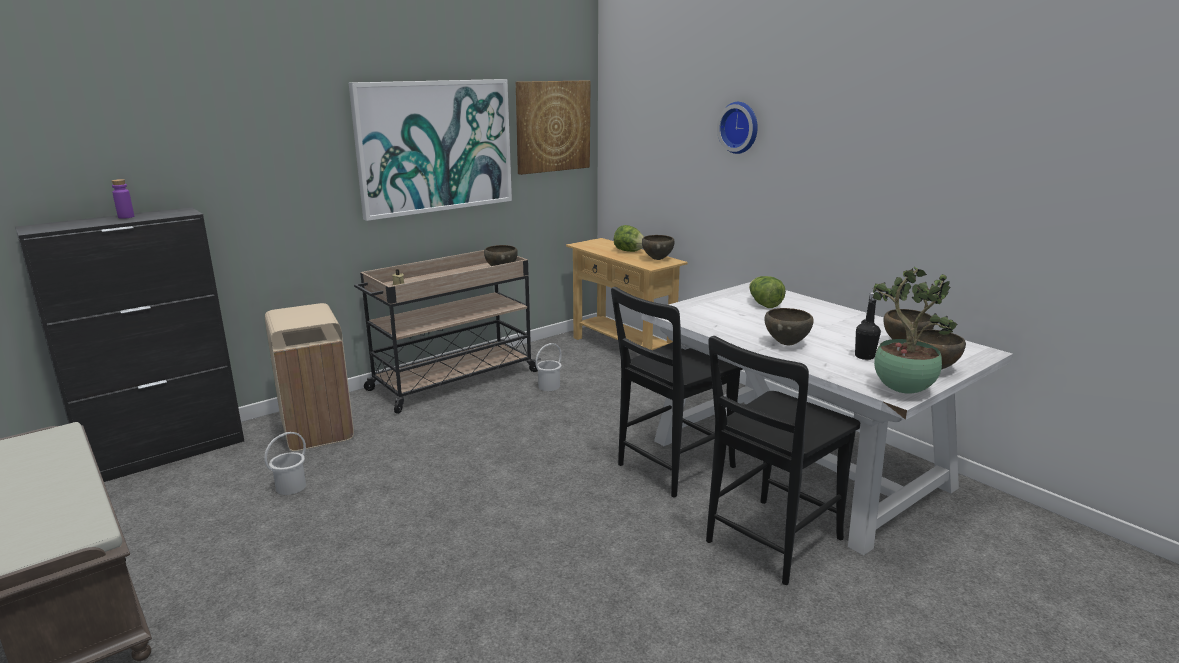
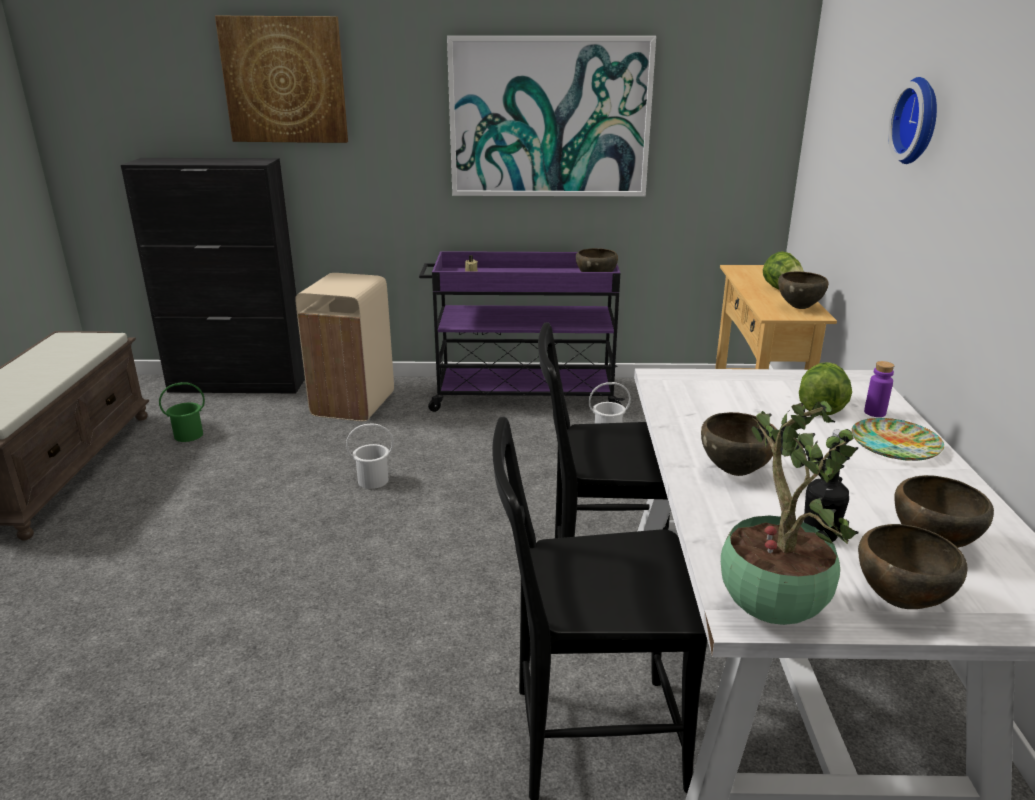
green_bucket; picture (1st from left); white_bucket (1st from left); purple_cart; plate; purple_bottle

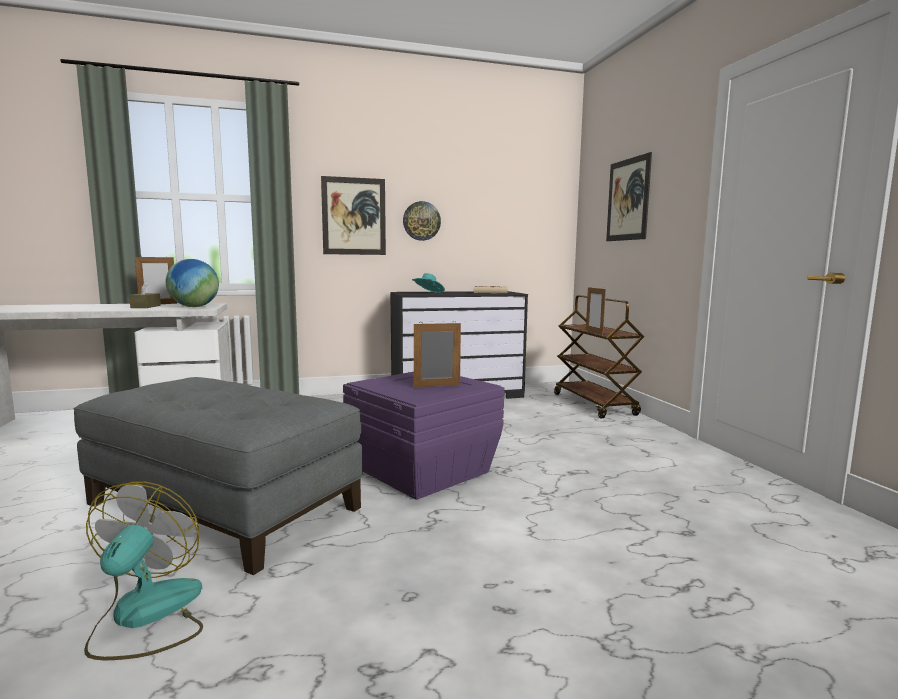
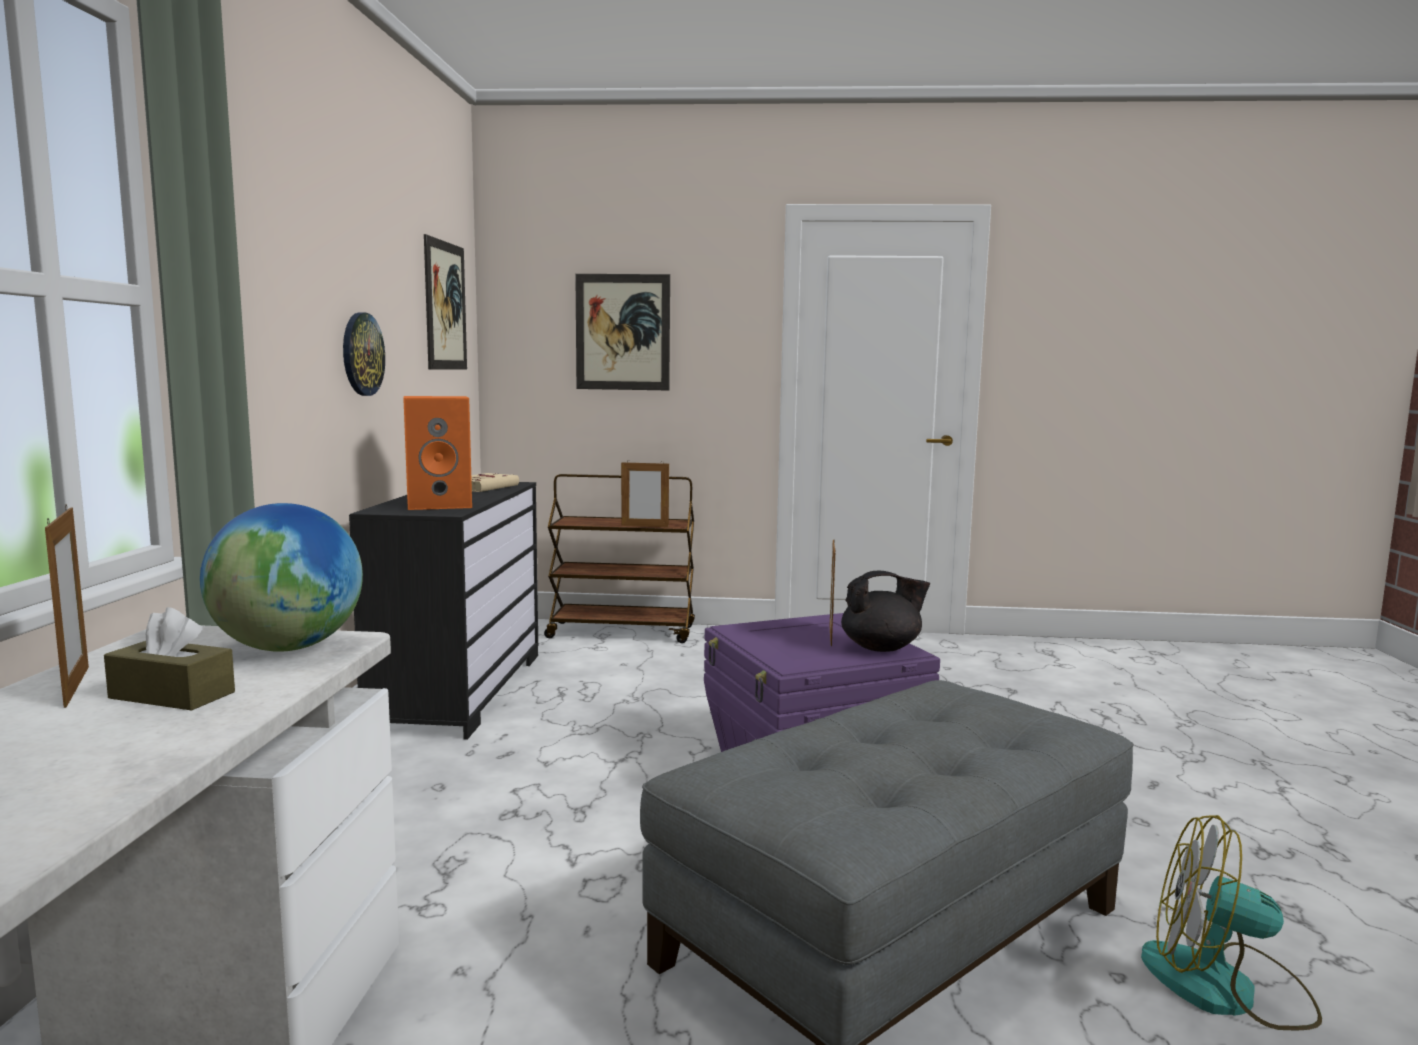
orange_speaker; picture (1st from left); black_teapot

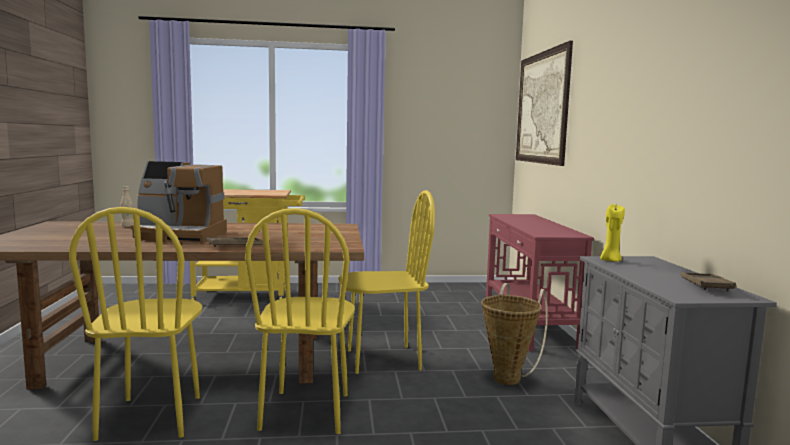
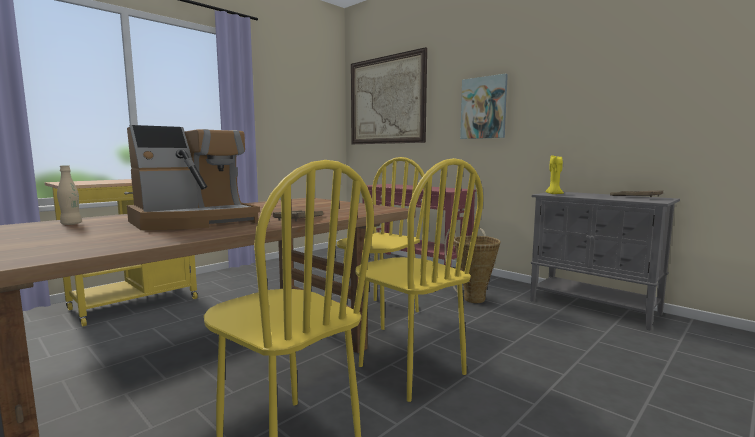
picture (2nd from left)

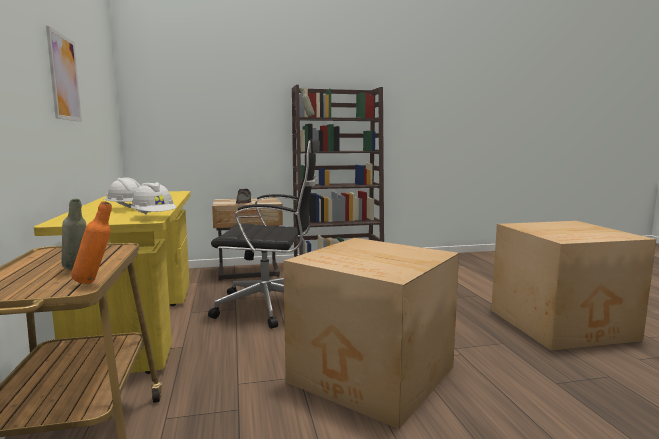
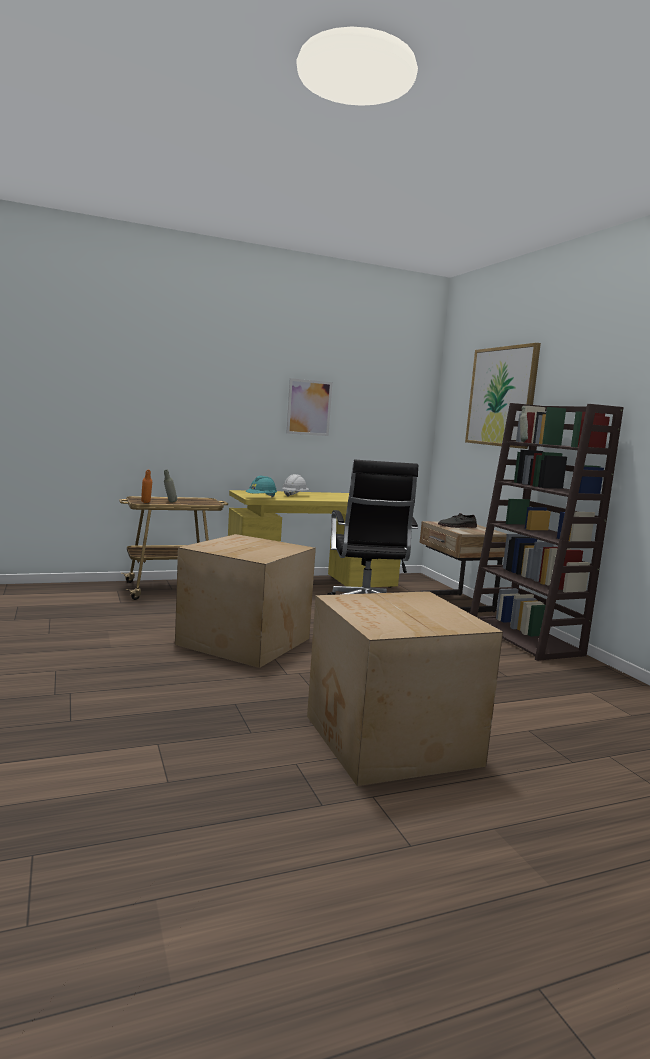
turquoise_hard_hat; picture (2nd from left)

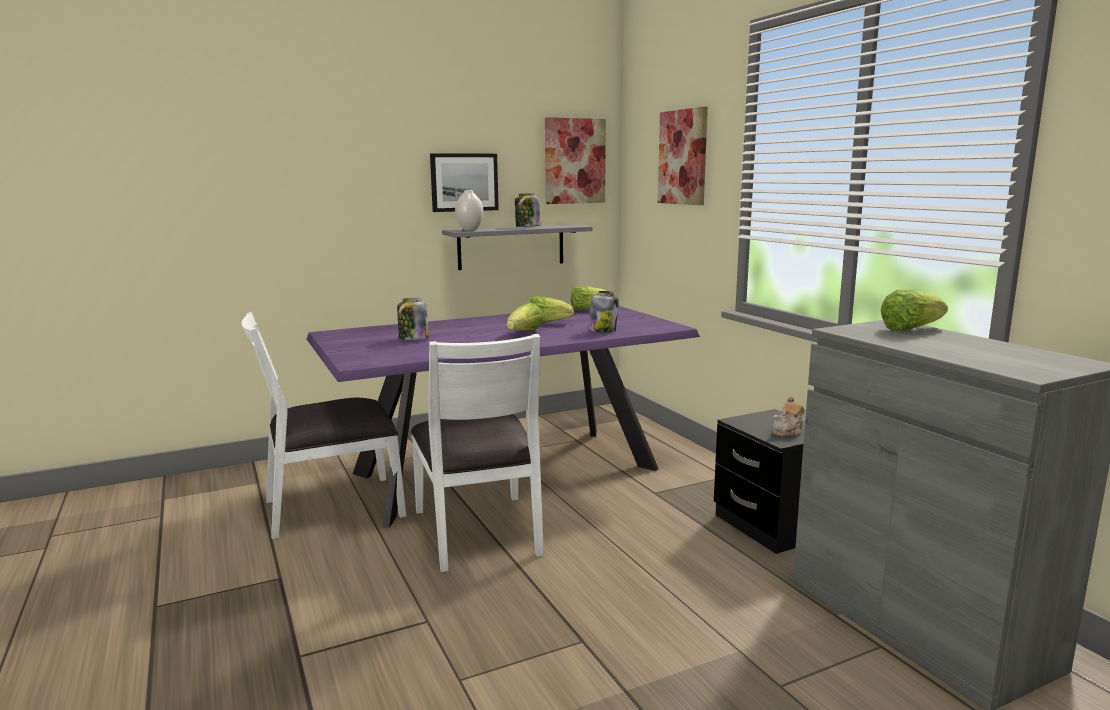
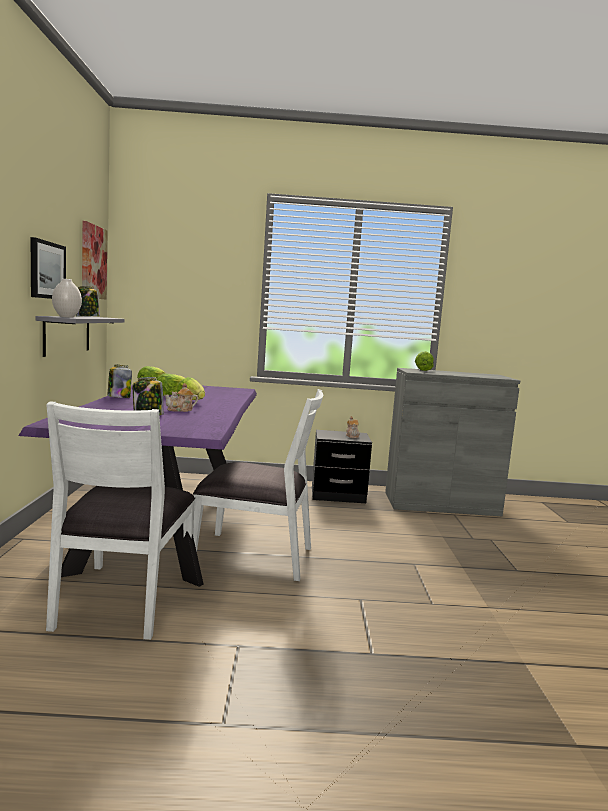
jar (2nd from left); teapot (1st from left); picture (3rd from left in the first image)

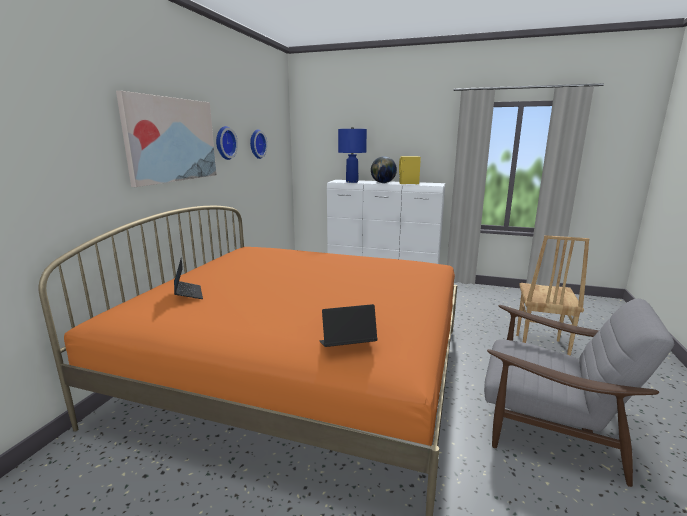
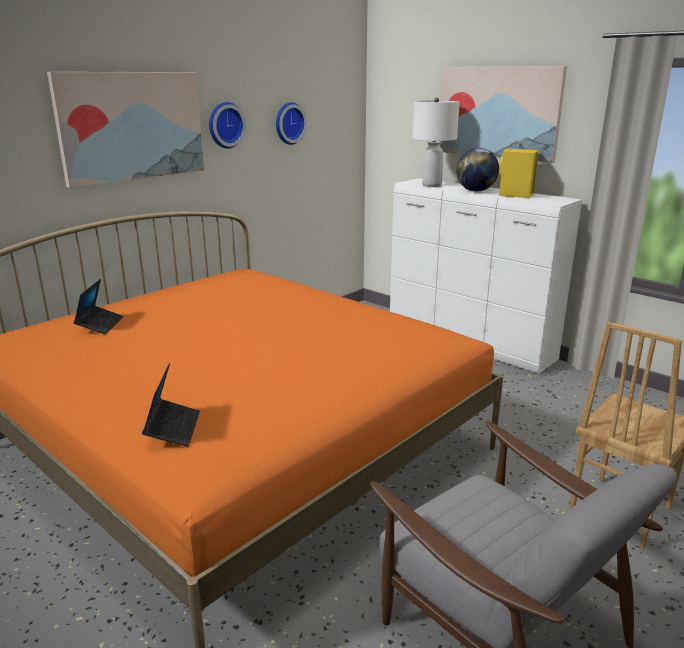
laptop (2nd from left); white_table_lamp; picture (2nd from left)

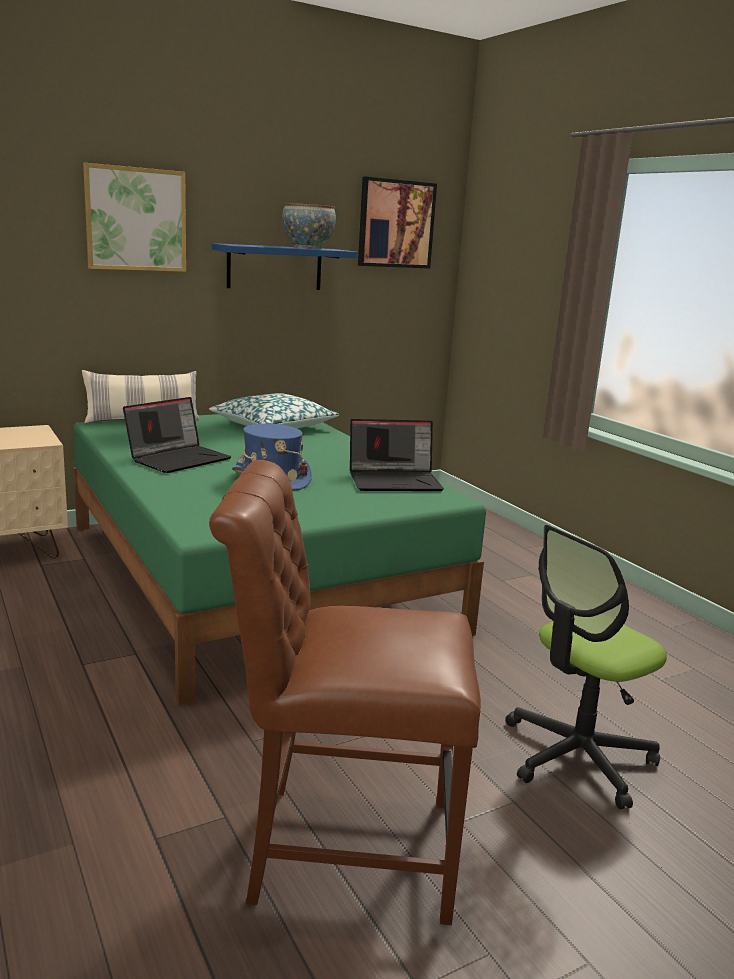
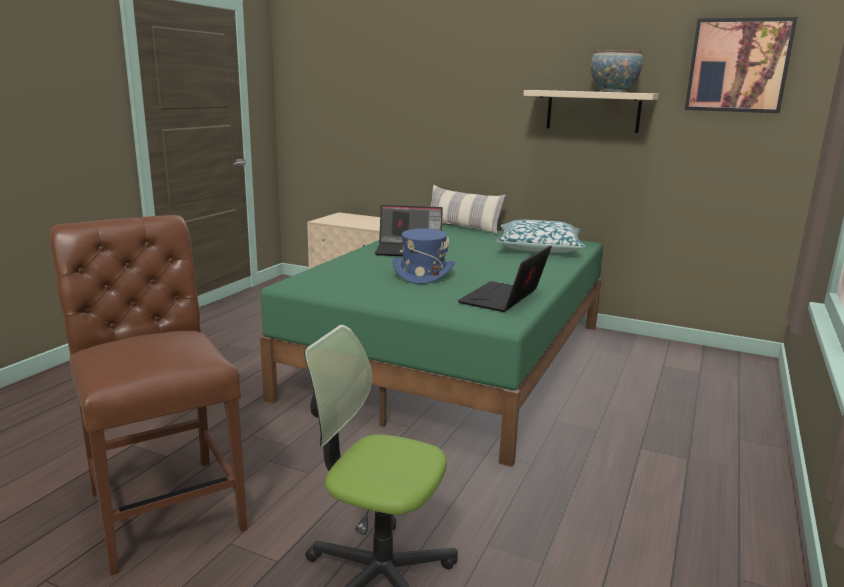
laptop (2nd from left); beige_shelf; picture (1st from left in the first image)

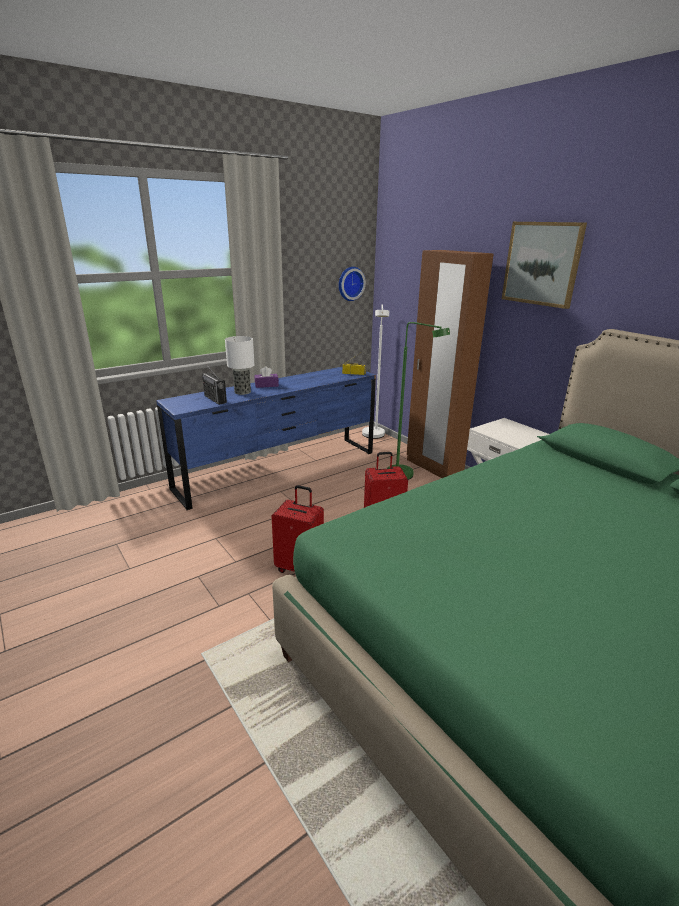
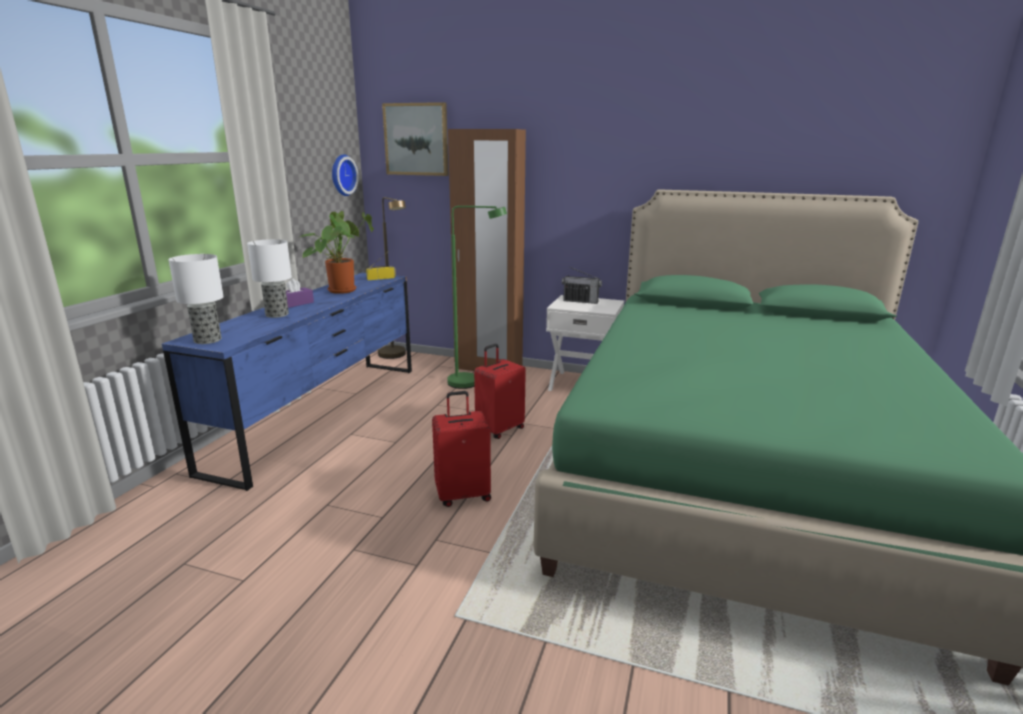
table_lamp (1st from left); potted_plant; brown_floor_lamp; picture; radio (2nd from left)

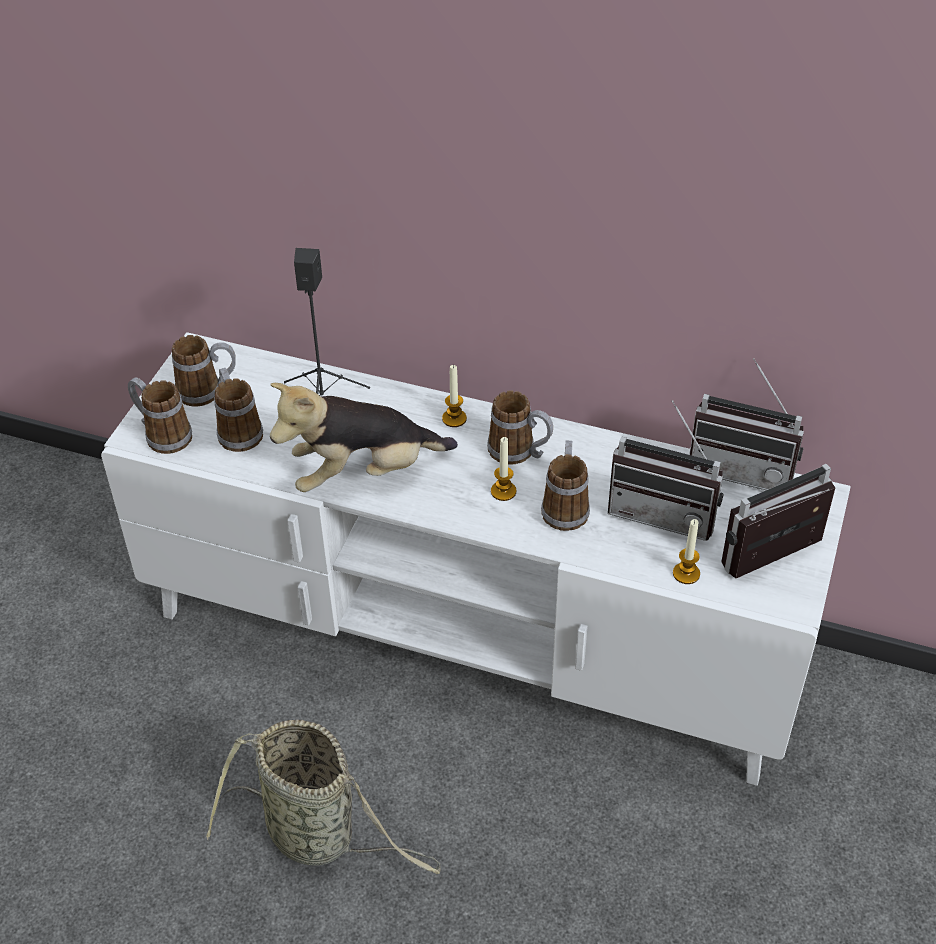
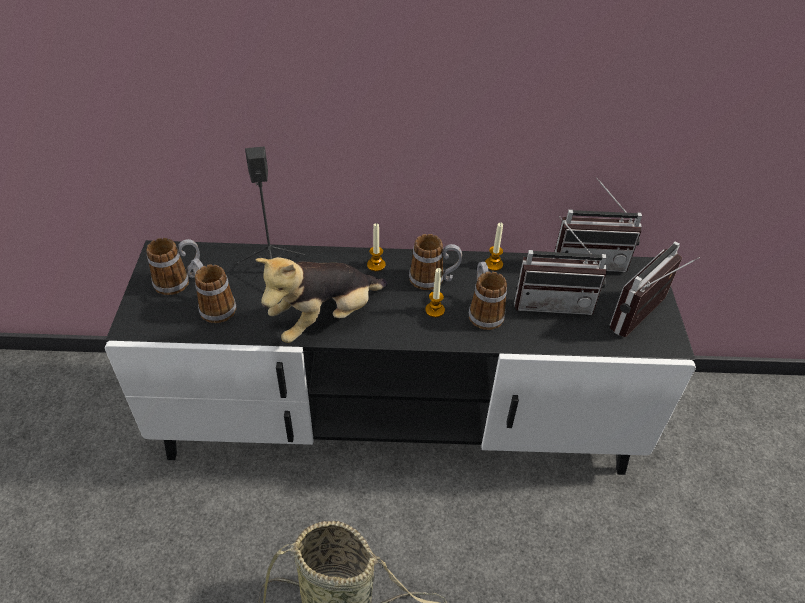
black_tv_stand; candle (3rd from left); mug (1st from left in the first image)

